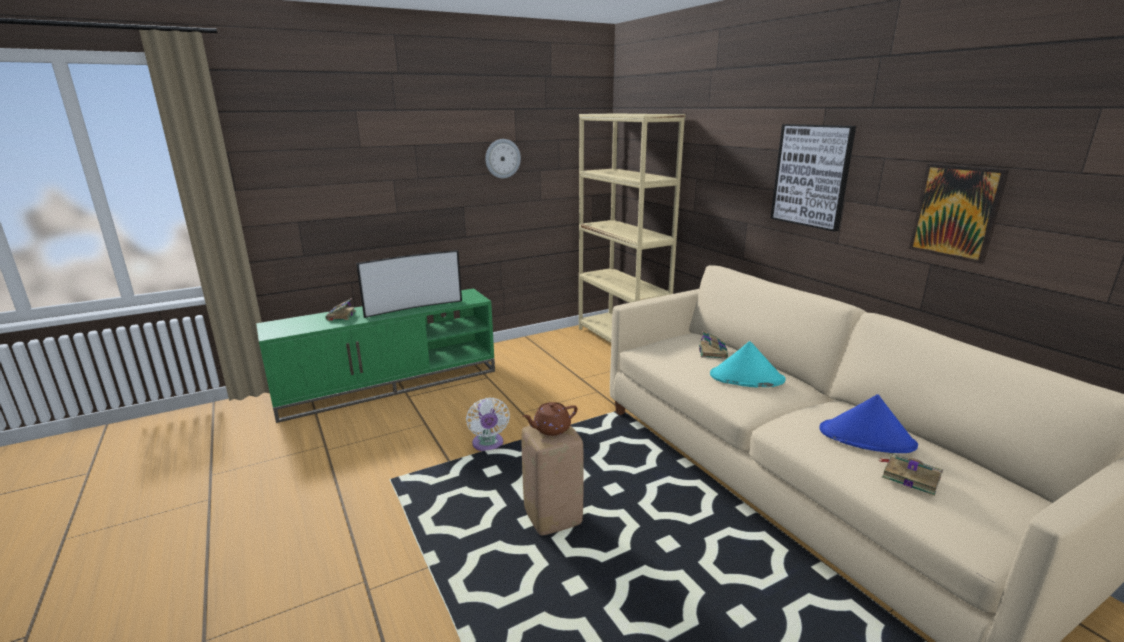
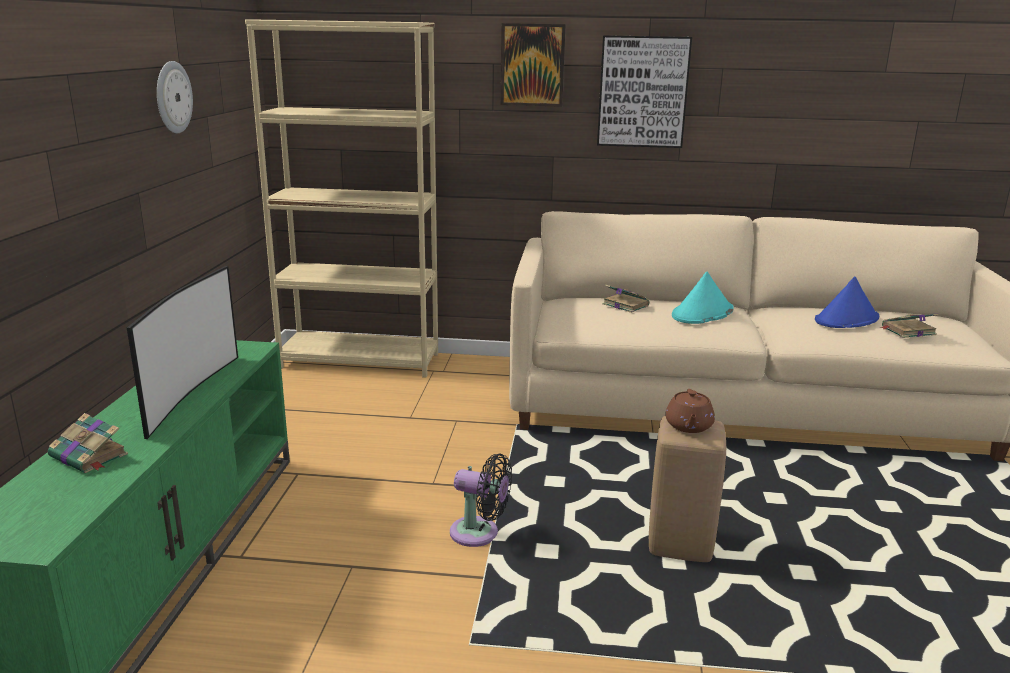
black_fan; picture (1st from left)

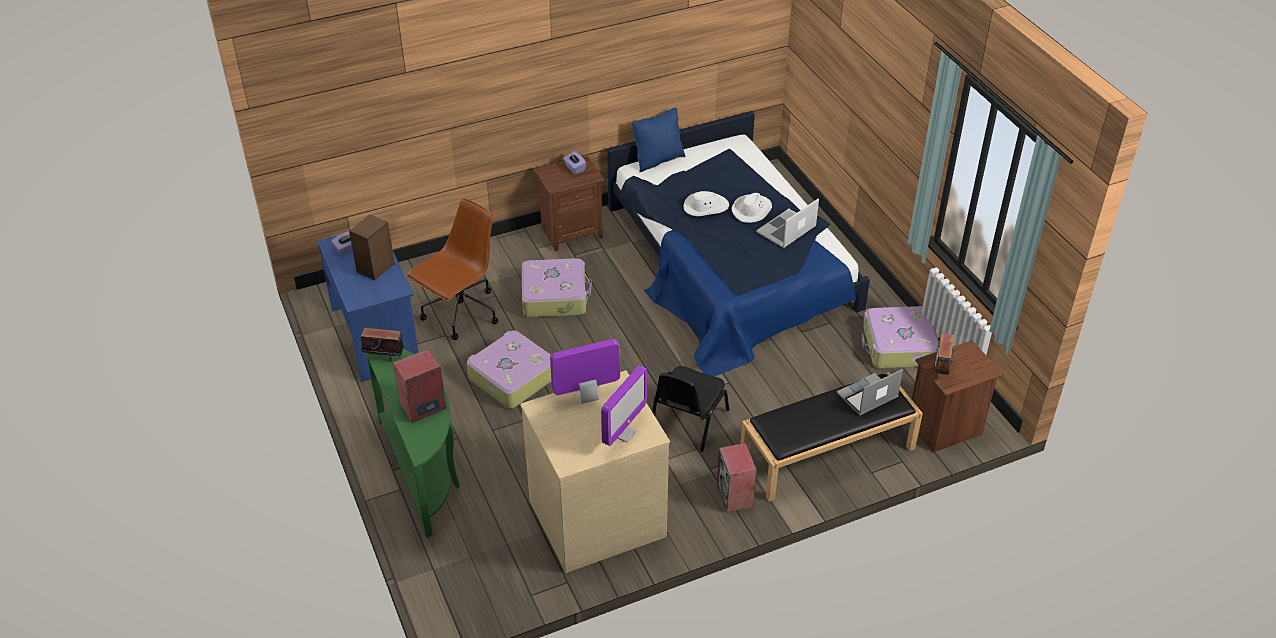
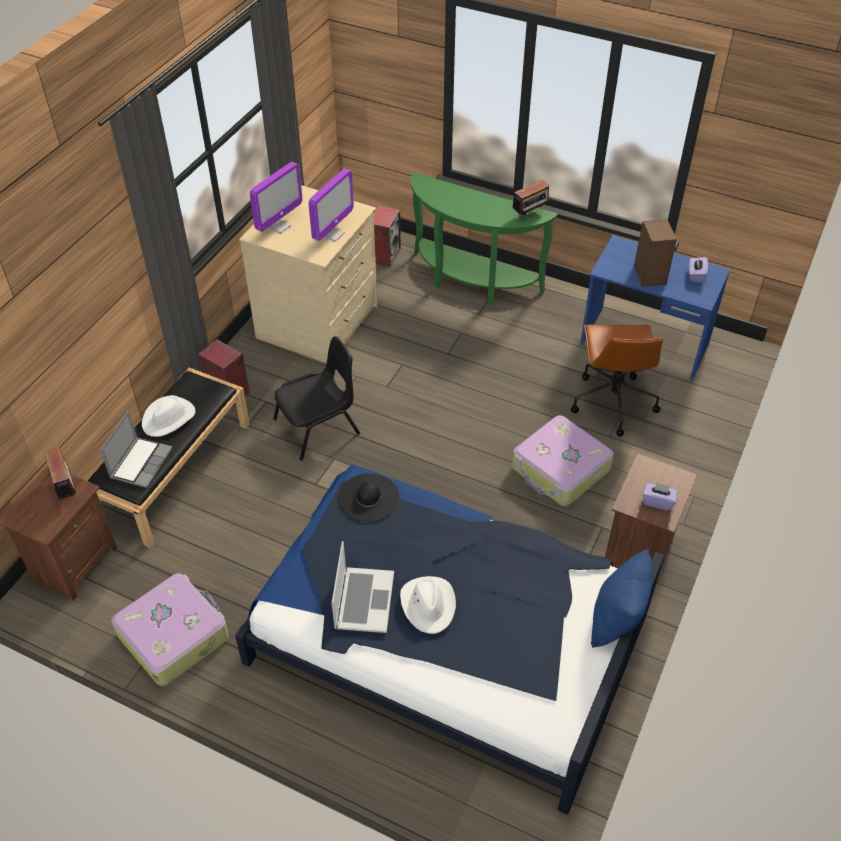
white_hat (1st from left); monitor (1st from left); black_chair; black_hat; speaker (2nd from left); suitcase (1st from left in the first image)

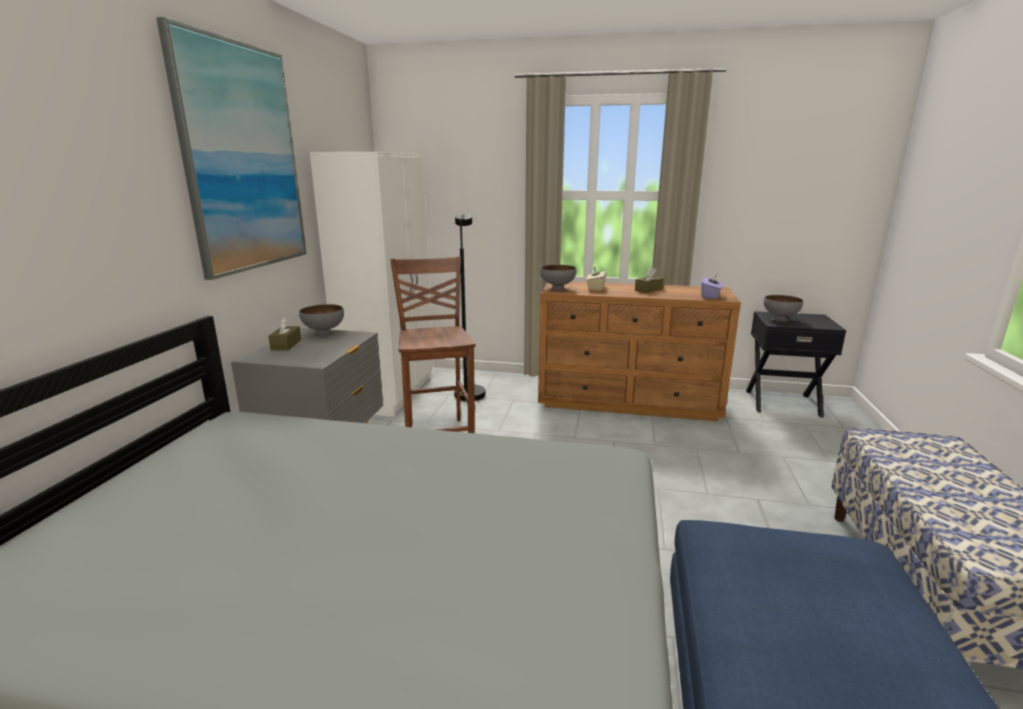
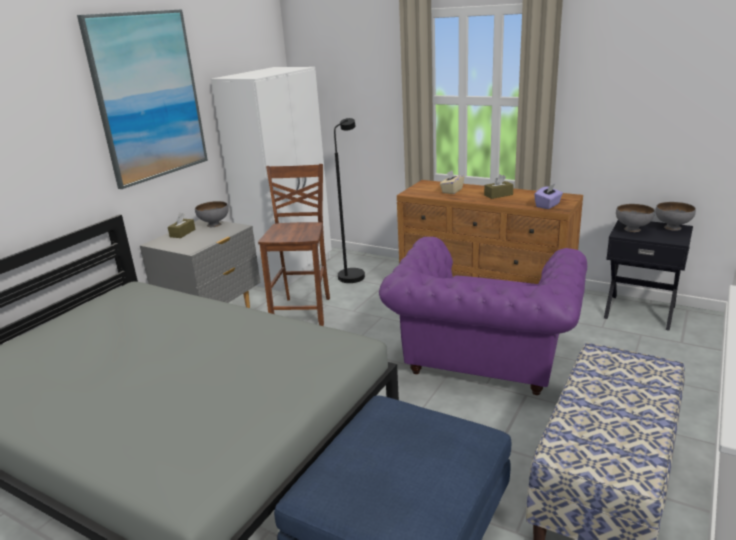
purple_armchair; grey_bowl (3rd from left)

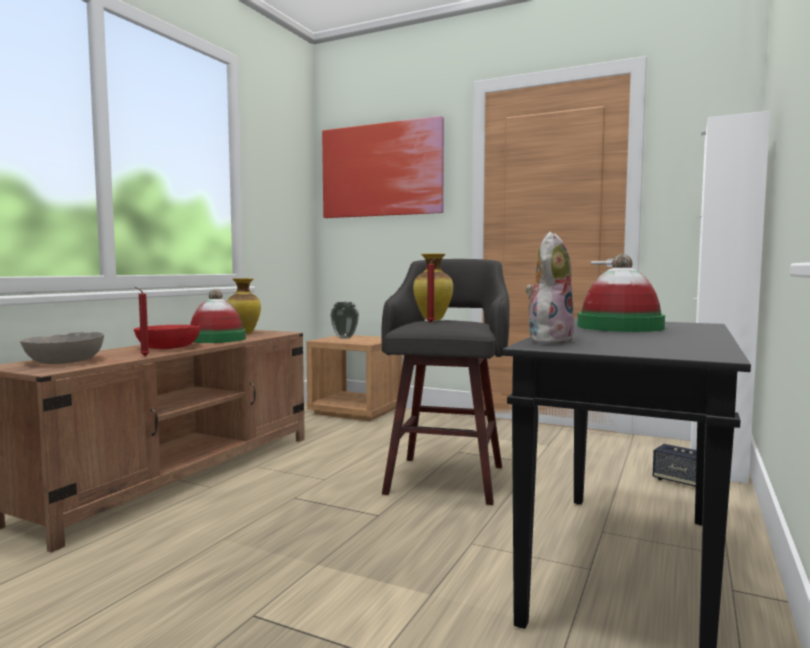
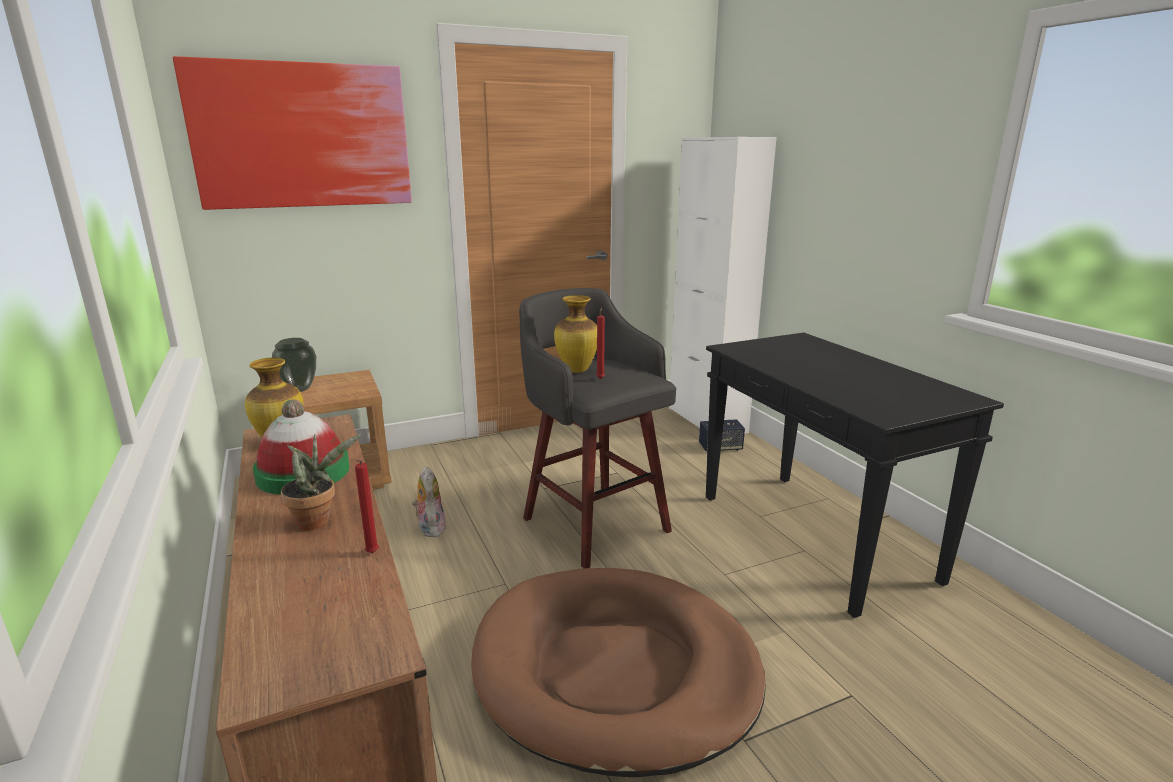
potted_plant; plush_toy; brown_dog_bed; grey_bowl; hat (2nd from left in the first image)

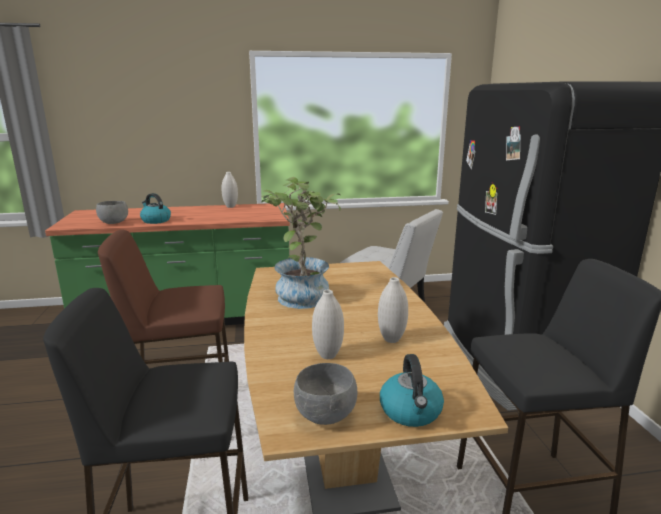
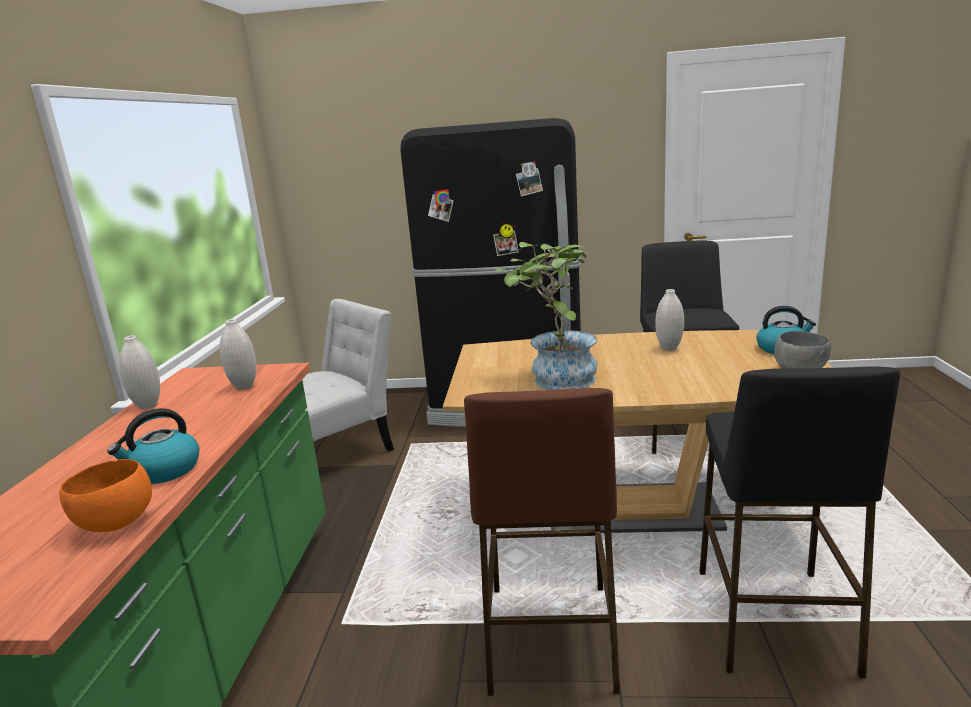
orange_bowl; white_vase (2nd from left)

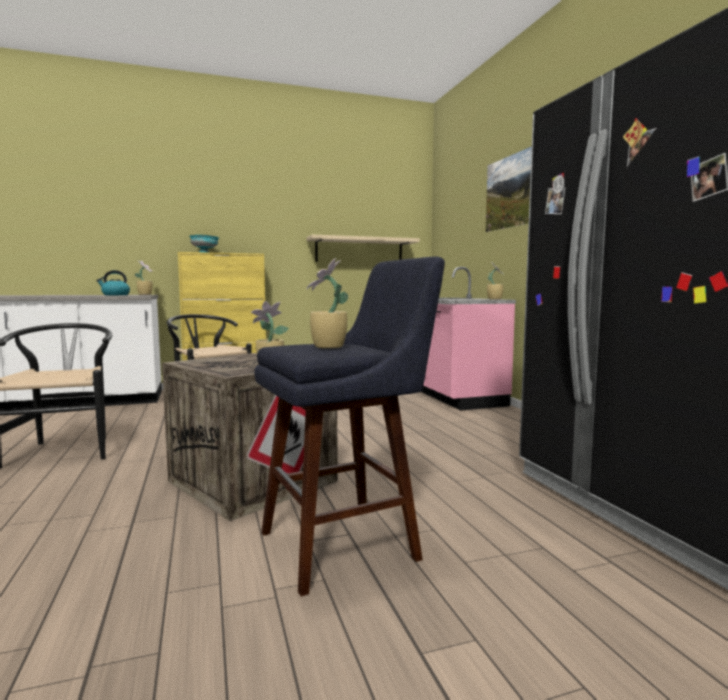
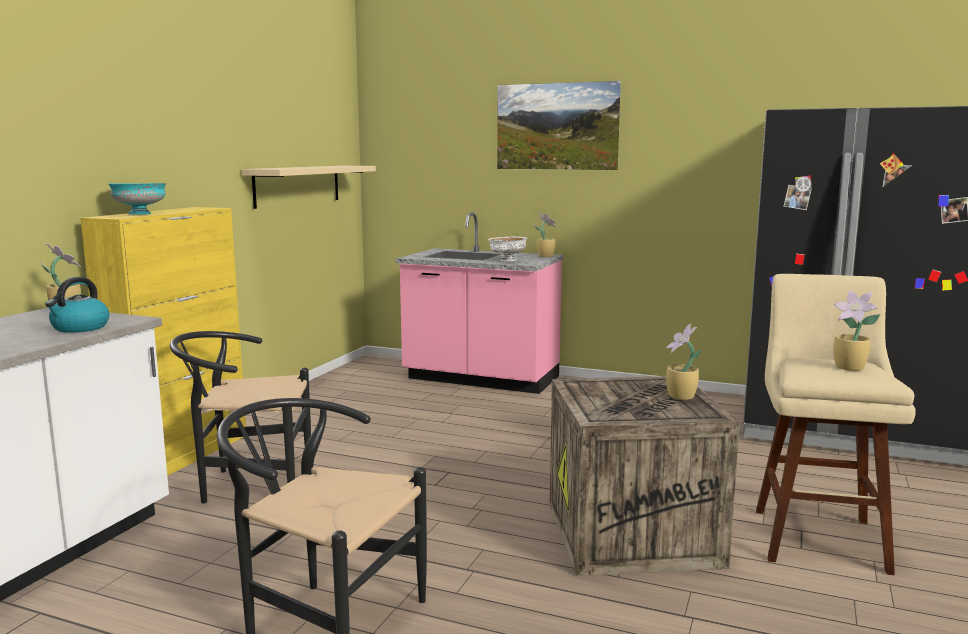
white_bowl; beige_stool

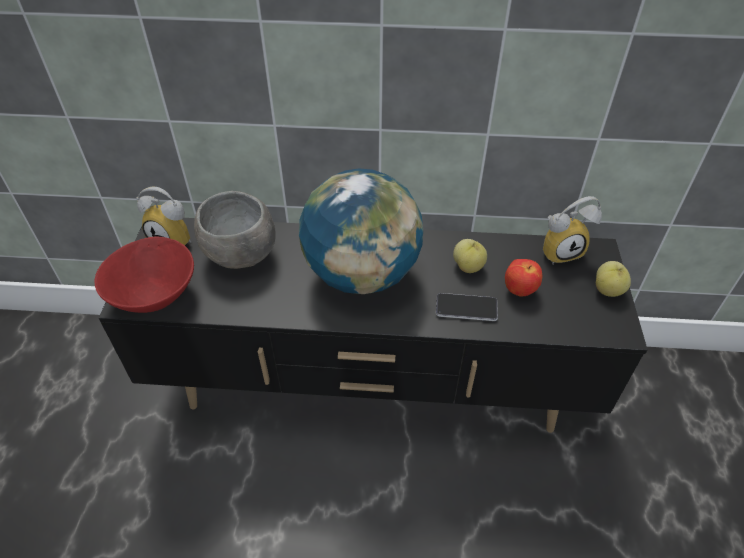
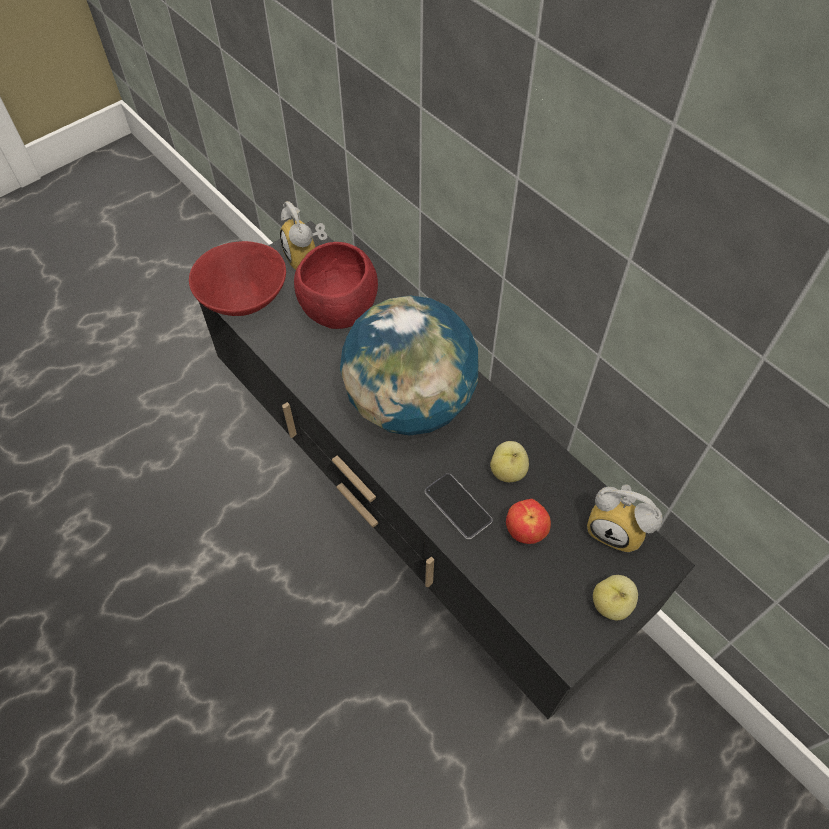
red_bowl (2nd from left)

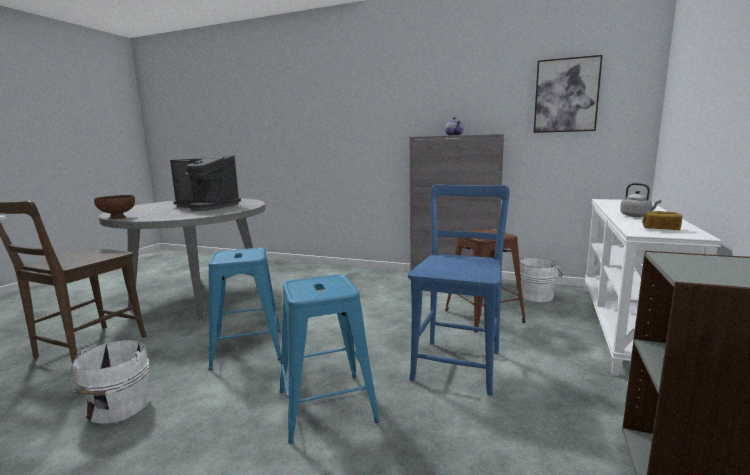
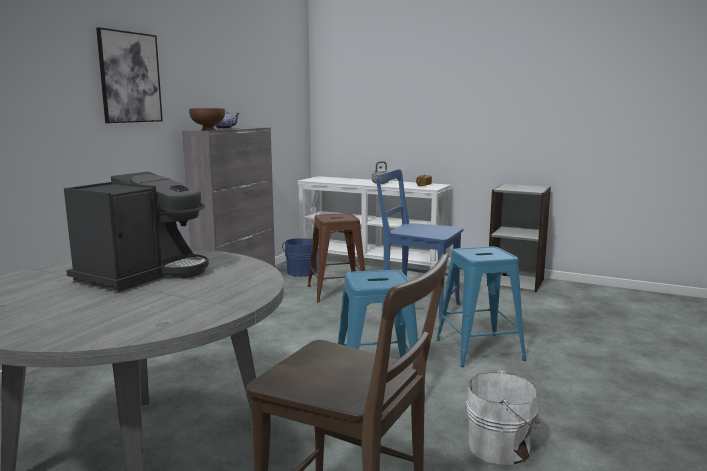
picture; brown_bowl; blue_bucket

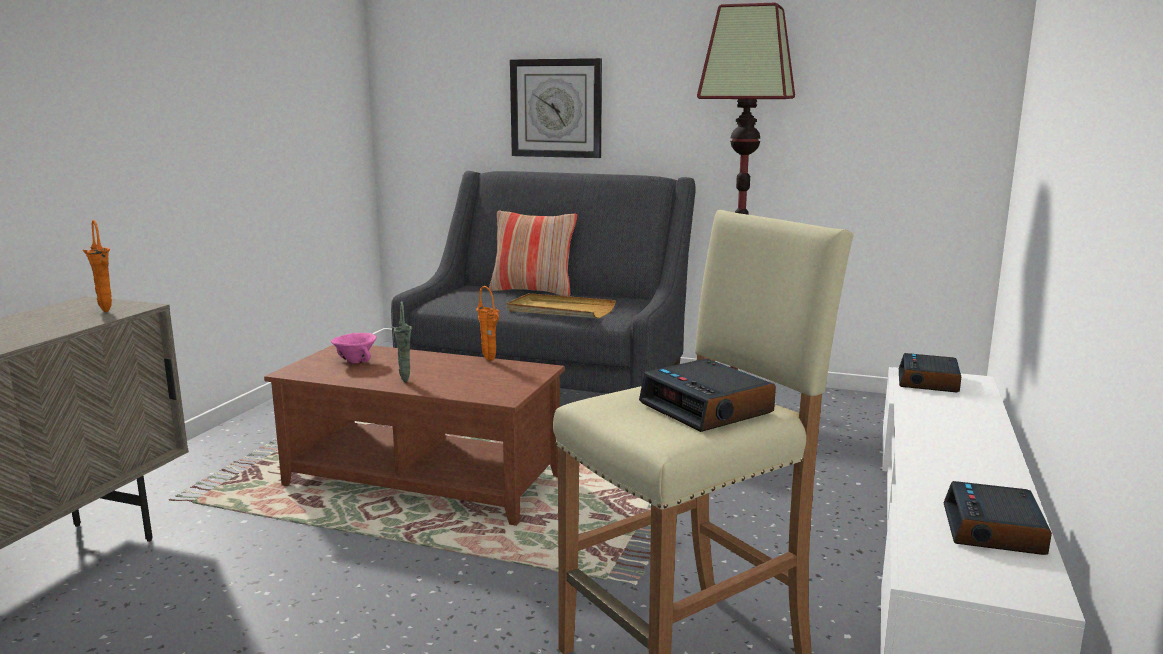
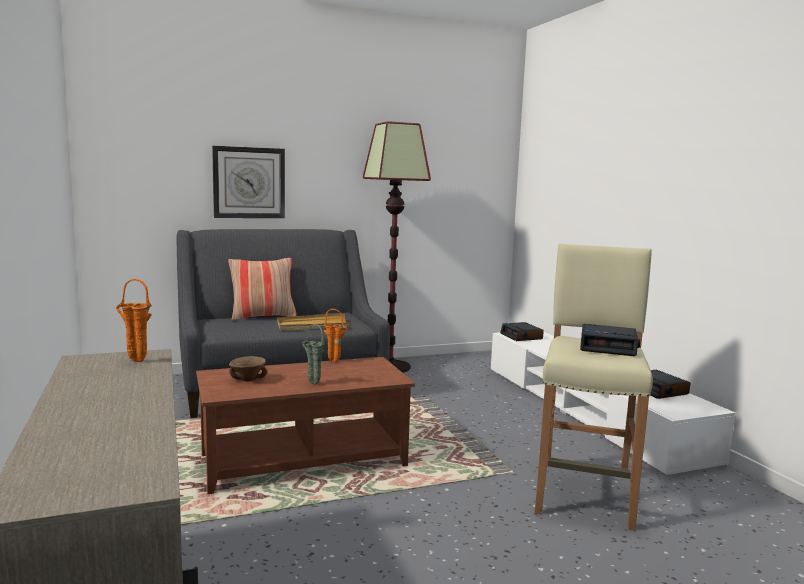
brown_bowl

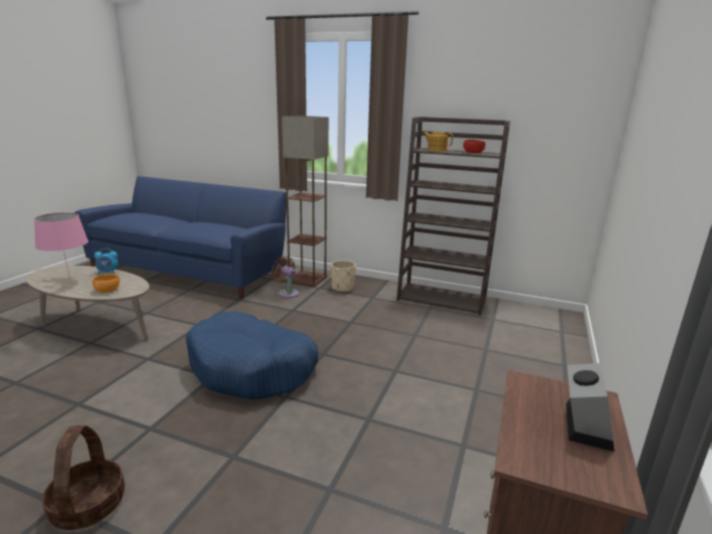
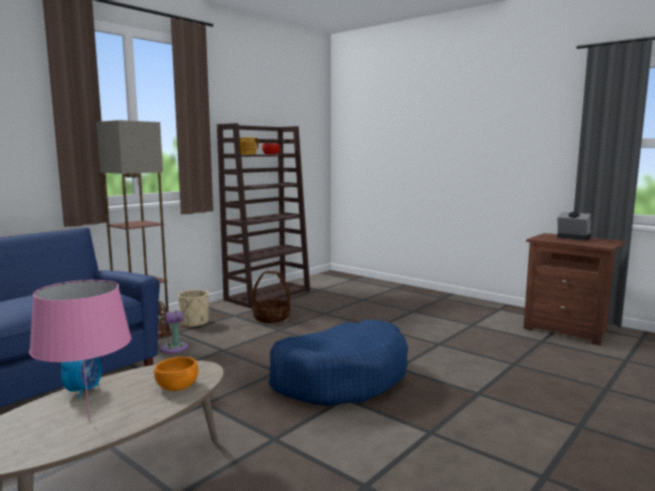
basket

